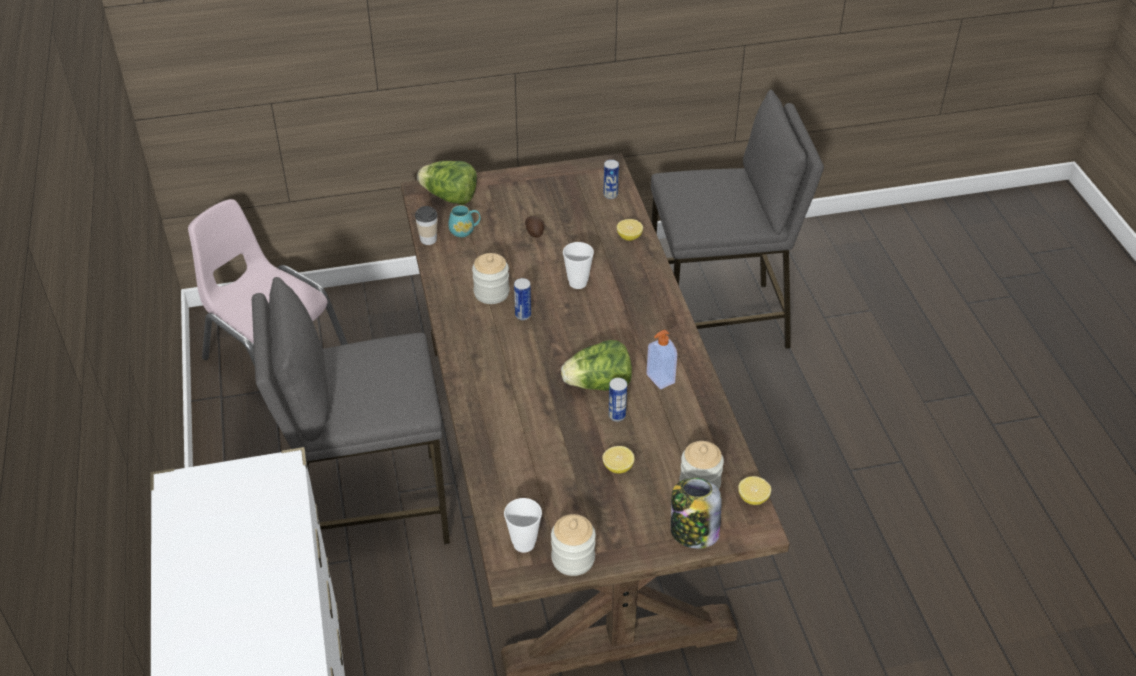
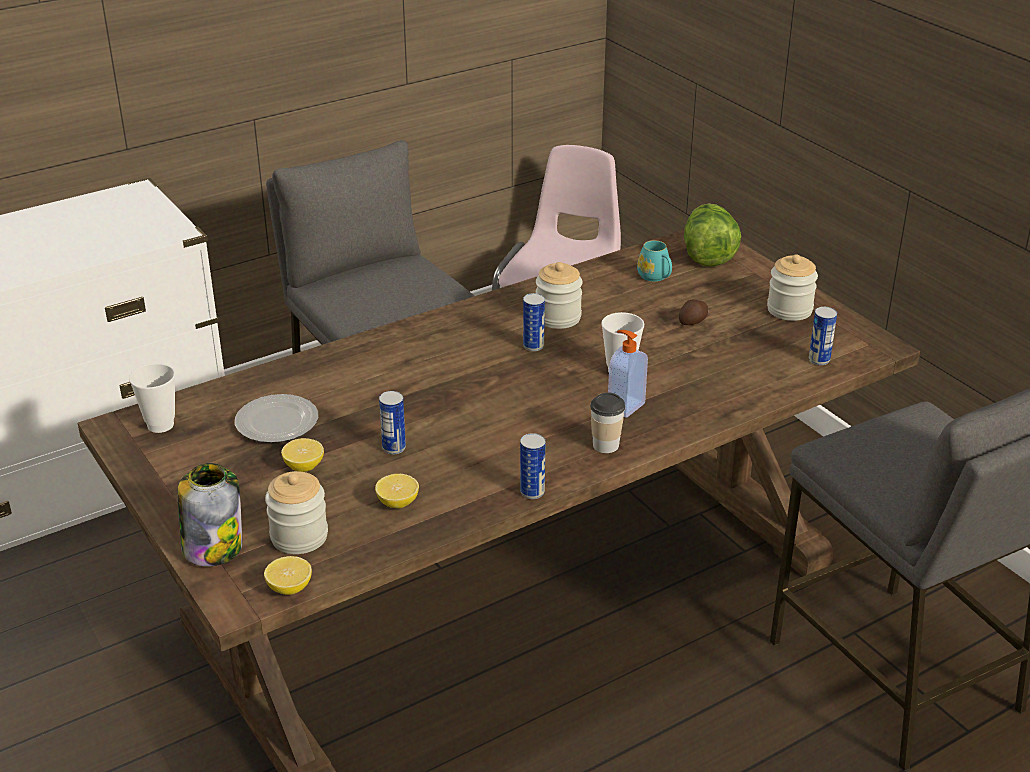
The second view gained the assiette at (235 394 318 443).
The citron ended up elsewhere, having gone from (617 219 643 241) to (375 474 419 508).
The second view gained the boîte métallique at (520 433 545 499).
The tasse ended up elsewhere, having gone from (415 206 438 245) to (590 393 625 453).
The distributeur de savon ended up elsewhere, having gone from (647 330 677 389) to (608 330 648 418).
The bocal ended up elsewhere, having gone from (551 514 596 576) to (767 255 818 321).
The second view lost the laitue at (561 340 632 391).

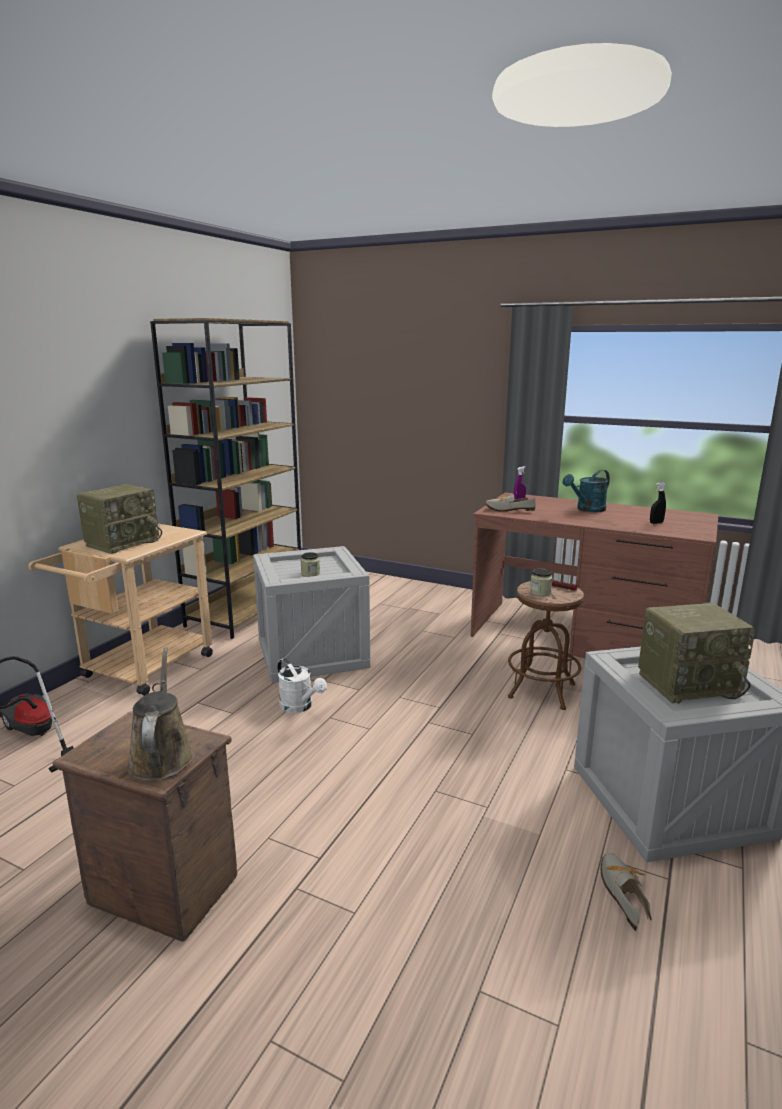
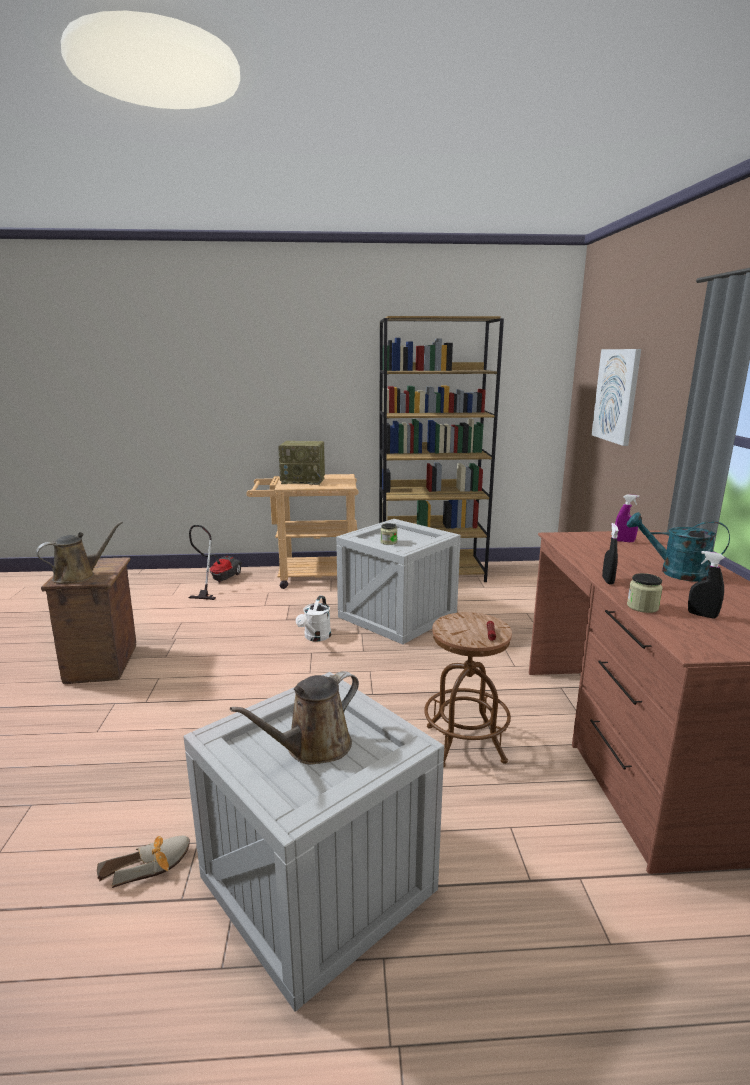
Where the radio stood at (638 603 756 704), the arrosoir (marron) came to stand at (230 671 359 765).
The second view gained the tableau at (591 349 641 446).
The second view gained the vaporisateur (noir) at (602 523 619 584).
The bocal ended up elsewhere, having gone from (530 569 553 596) to (627 573 663 613).
The second view lost the chaussure at (485 495 536 512).

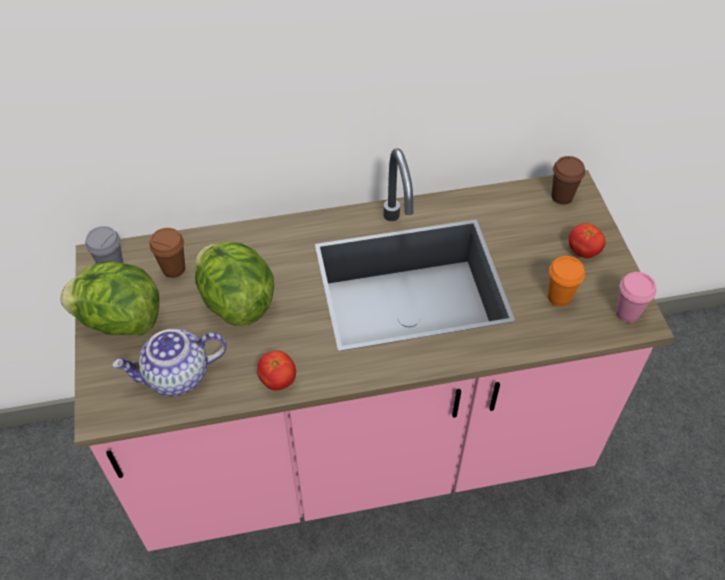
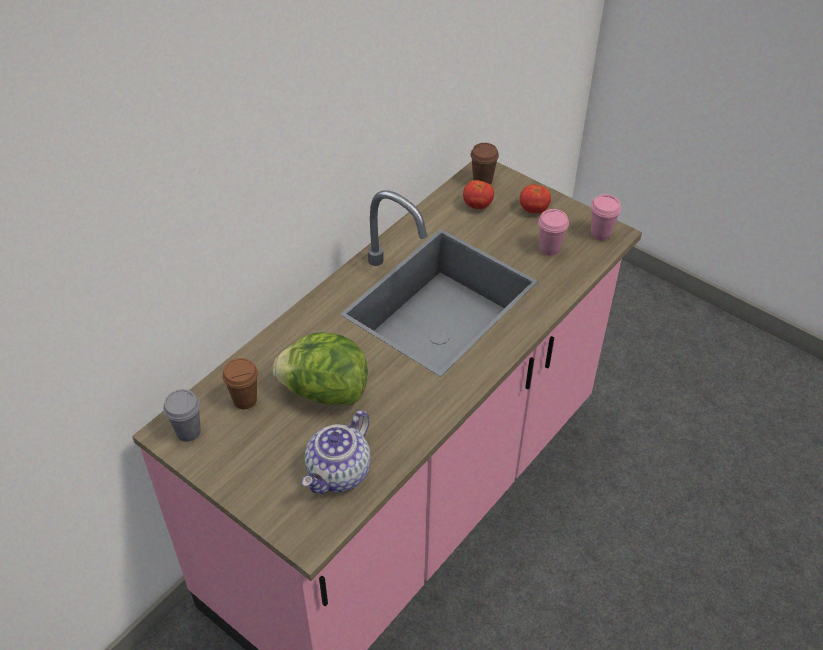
The tomate ended up elsewhere, having gone from (257 350 296 391) to (463 180 494 209).
What was the tasse (orange) at (548 256 585 307) turned into the tasse (rose) at (538 209 569 256).
The second view lost the laitue at (60 261 159 335).

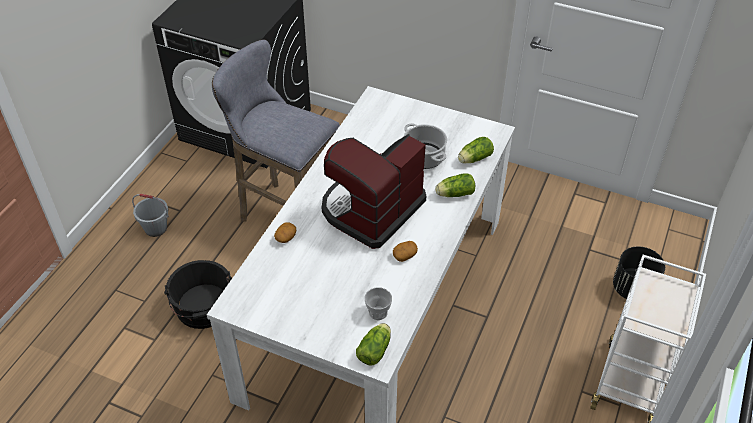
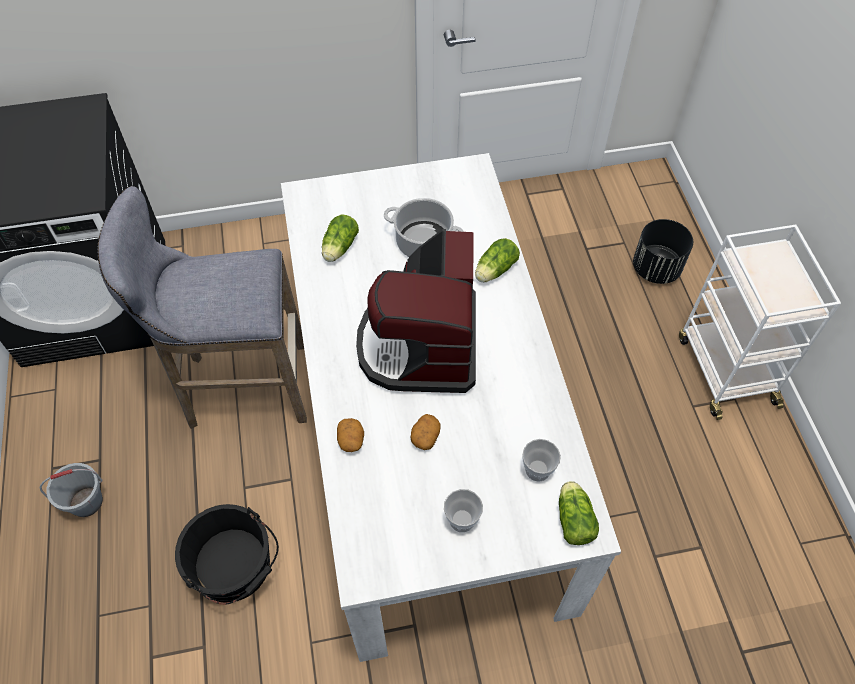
The laitue ended up elsewhere, having gone from (458 137 494 164) to (322 215 359 262).
The pomme de terre ended up elsewhere, having gone from (393 241 418 262) to (411 414 441 450).
The second view gained the tasse at (444 489 483 532).

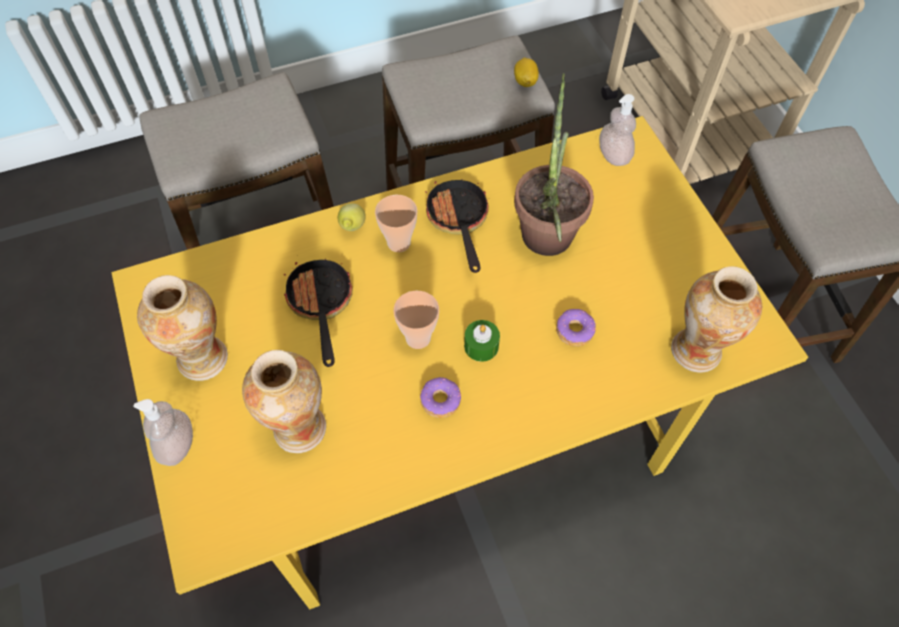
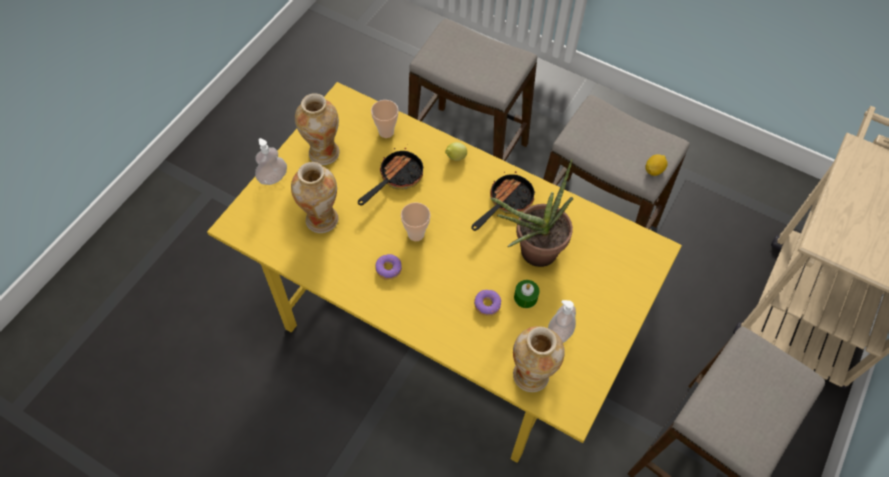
The tasse ended up elsewhere, having gone from (375 194 418 252) to (371 100 398 138).
The bougie (vert) ended up elsewhere, having gone from (464 320 500 362) to (514 280 539 308).
The distributeur de savon ended up elsewhere, having gone from (599 94 636 166) to (548 300 576 343).

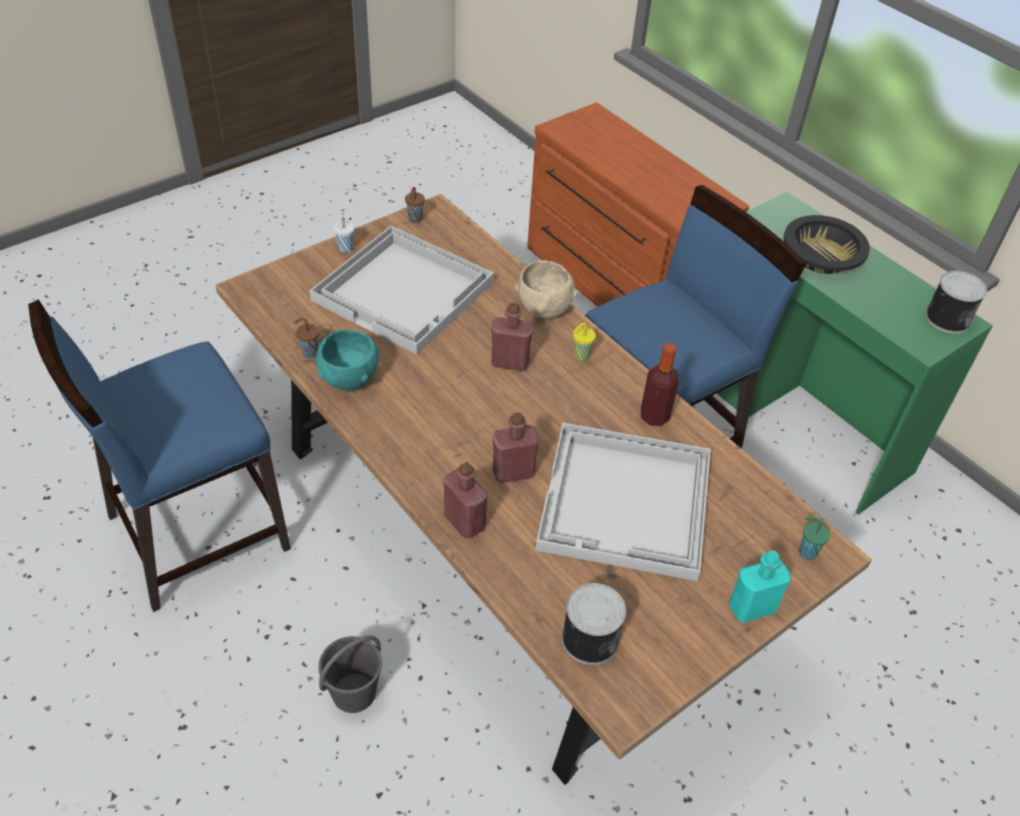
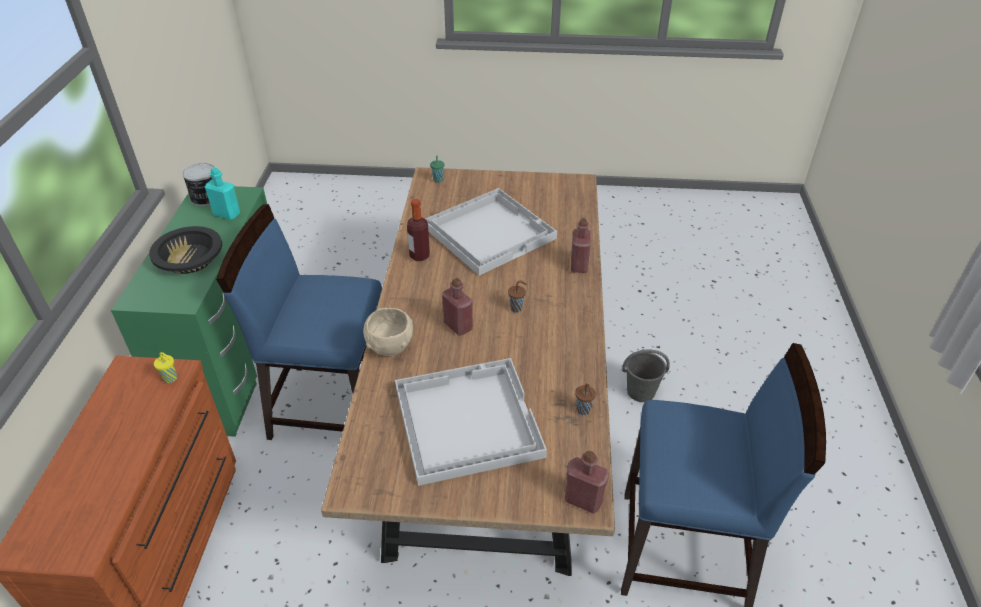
The tasse (jaune) ended up elsewhere, having gone from (573 323 596 361) to (154 352 177 383).
The bouteille (turquoise) ended up elsewhere, having gone from (729 550 791 623) to (205 167 240 220).
The tasse (marron) ended up elsewhere, having gone from (405 187 425 223) to (508 281 527 312).
The bouteille (rouge) ended up elsewhere, having gone from (492 412 539 483) to (565 451 609 514).
The second view lost the bol (turquoise) at (316 329 379 391).
The second view lost the tasse (blanc) at (334 216 355 253).
The second view lost the boîte métallique at (562 583 626 665).

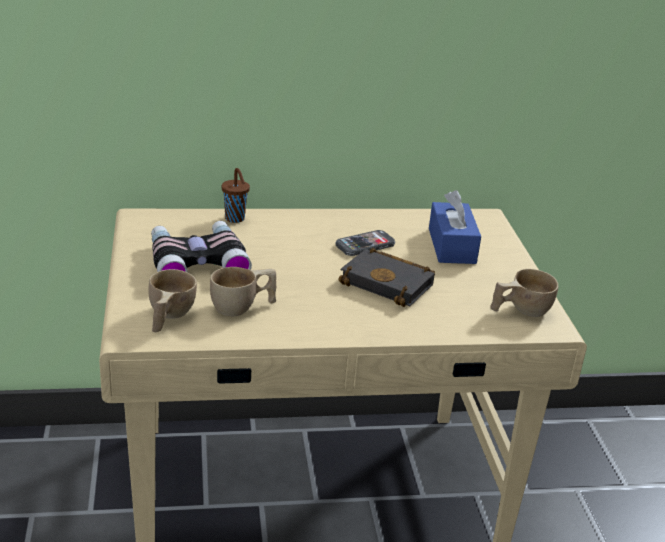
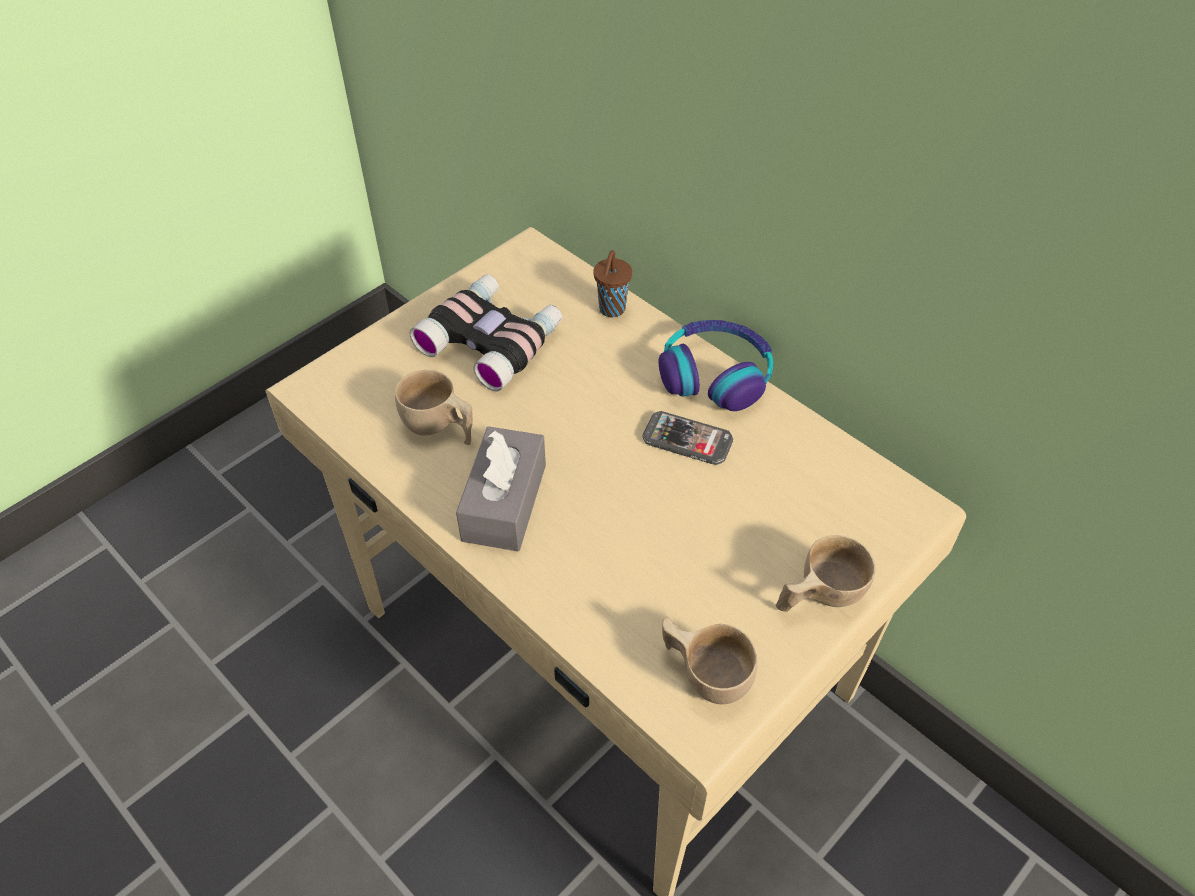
The second view gained the boîte à mouchoirs (gris) at (456 426 546 551).
The second view gained the casque audio at (658 320 773 411).
The tasse (beige) ended up elsewhere, having gone from (149 269 197 332) to (775 535 876 612).
The second view lost the livre (noir) at (338 248 435 307).
The second view lost the boîte à mouchoirs (bleu) at (429 190 481 264).

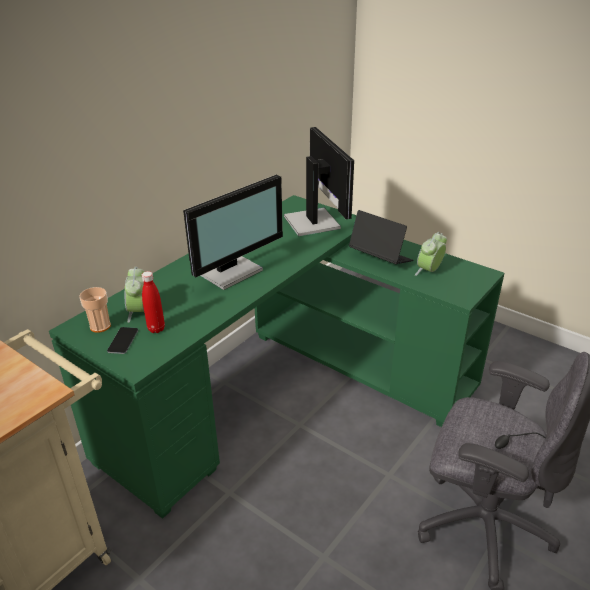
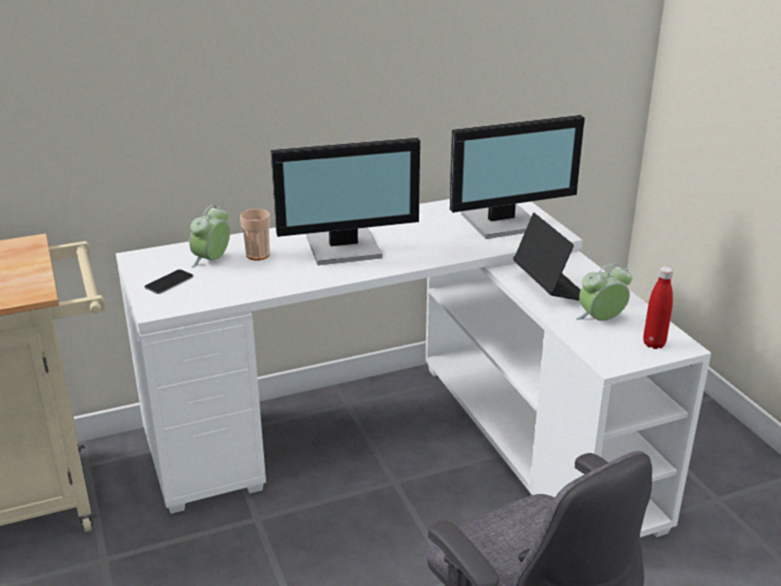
What was the bureau (vert) at (49 195 505 519) turned into the bureau (blanc) at (116 199 711 537).
The tasse ended up elsewhere, having gone from (79 287 111 333) to (240 209 270 261).
The écran d'ordinateur at (284 127 354 236) ended up facing another way, 60 degrees clockwise from before.
The bouteille (rouge) ended up elsewhere, having gone from (142 271 165 333) to (643 266 673 349).

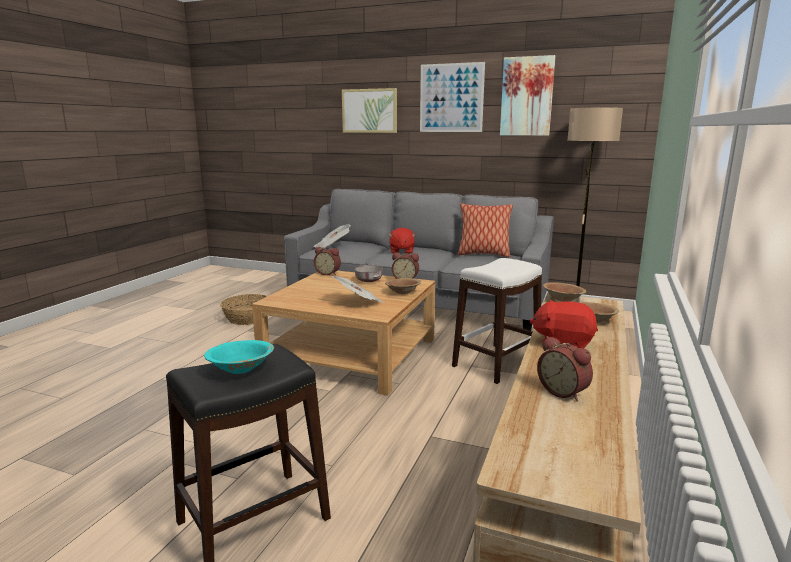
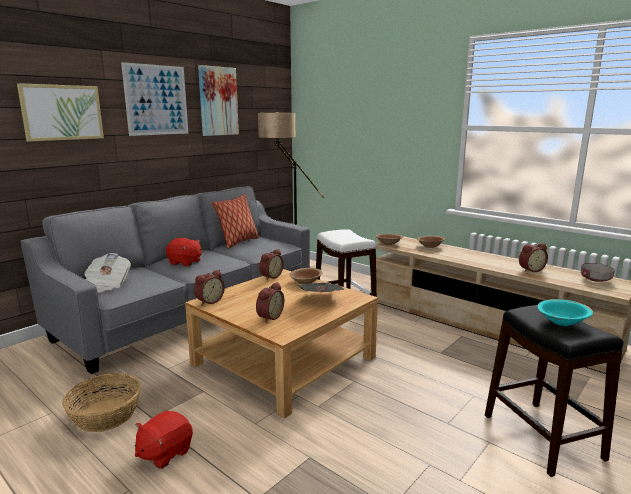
The peluche (rouge) ended up elsewhere, having gone from (529 300 598 348) to (135 411 193 469).
The second view gained the réveil at (256 282 284 323).
The bol (gris) ended up elsewhere, having gone from (355 265 383 282) to (581 263 615 282).

